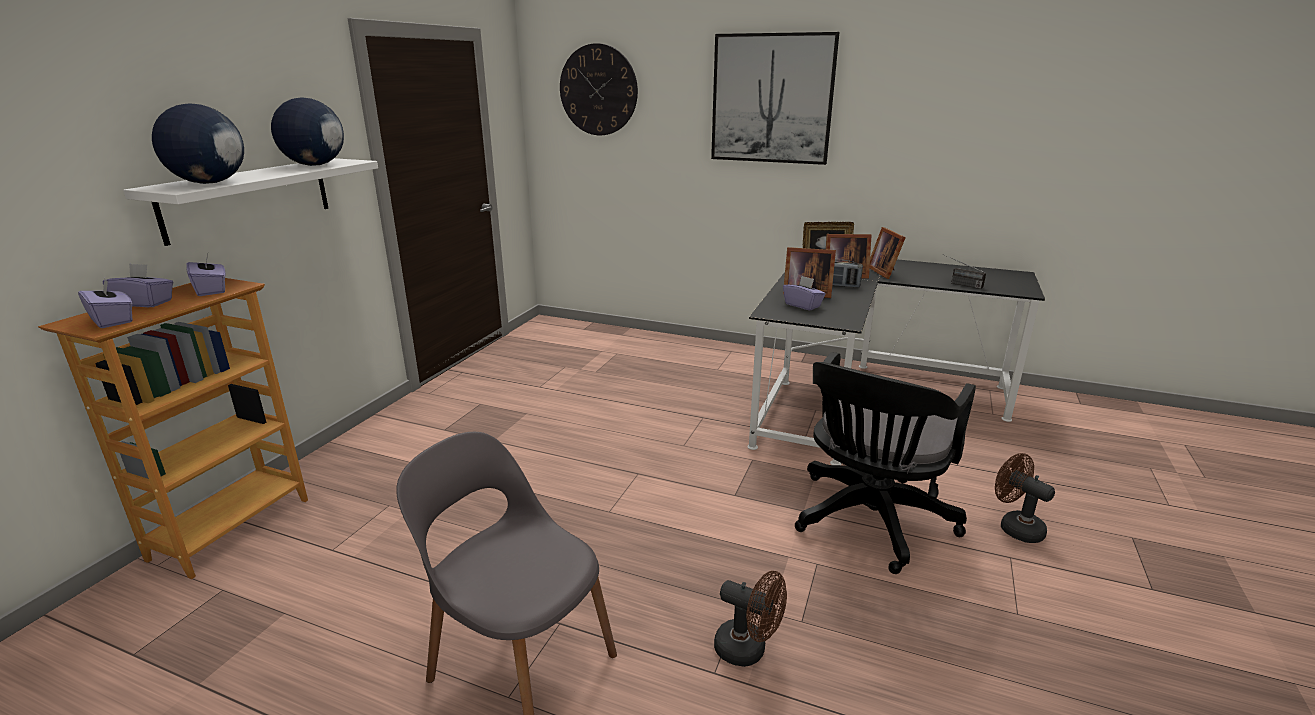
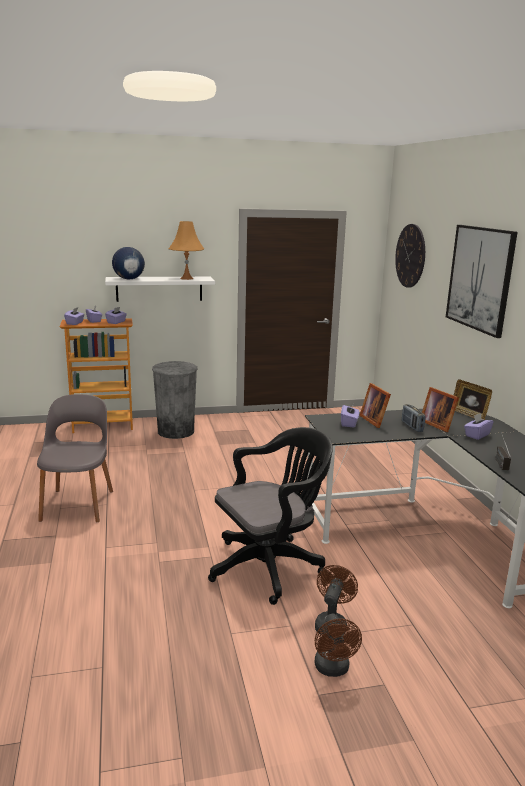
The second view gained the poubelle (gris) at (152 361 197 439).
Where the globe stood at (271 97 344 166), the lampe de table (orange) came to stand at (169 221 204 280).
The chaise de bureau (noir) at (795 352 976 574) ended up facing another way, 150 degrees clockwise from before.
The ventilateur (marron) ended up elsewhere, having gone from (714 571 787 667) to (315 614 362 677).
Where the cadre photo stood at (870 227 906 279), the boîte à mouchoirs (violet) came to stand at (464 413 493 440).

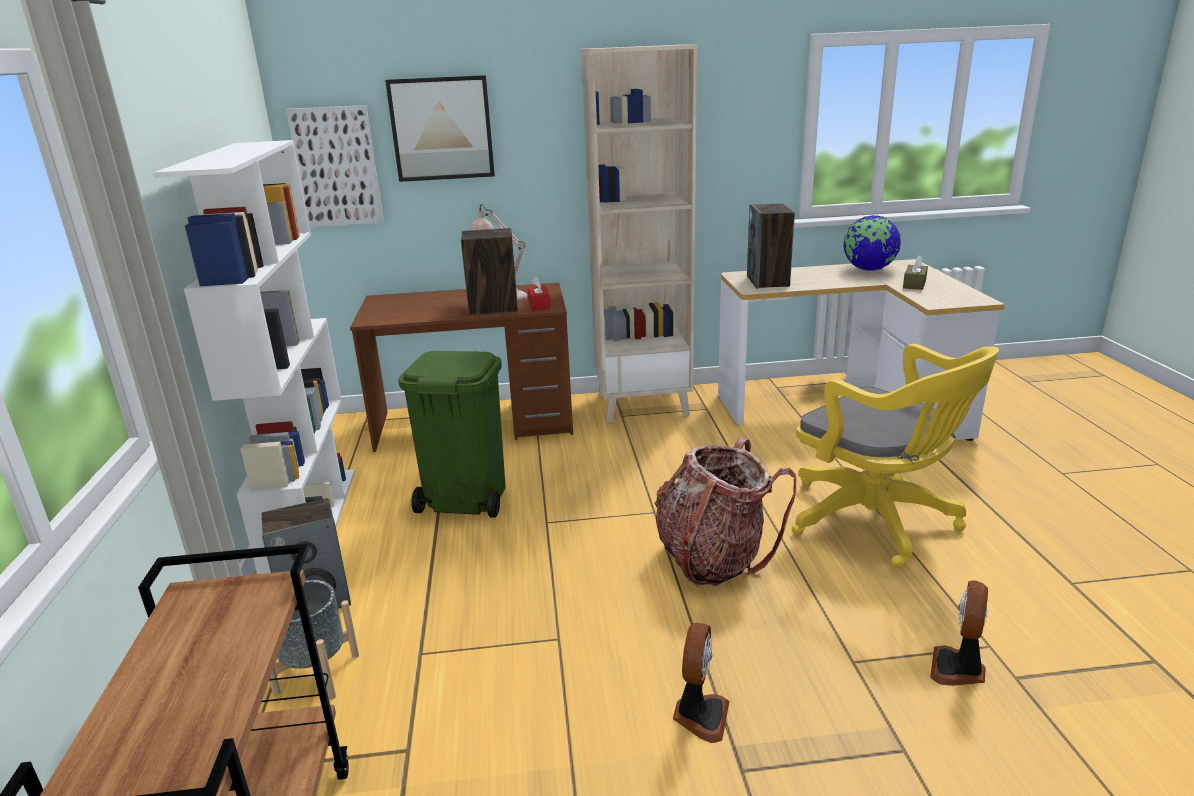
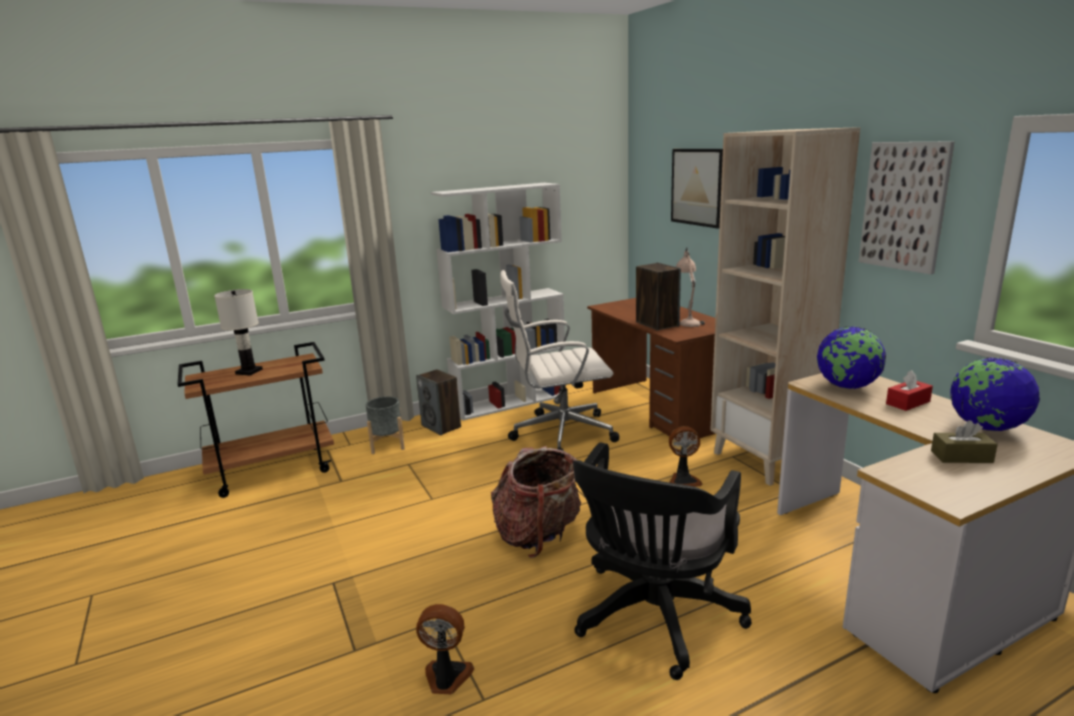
The second view gained the lampe de table (blanc) at (214 289 263 376).
Where the poubelle (vert) stood at (398 351 505 518), the chaise de bureau (blanc) came to stand at (500 270 619 451).
What was the chaise de bureau (jaune) at (792 344 999 568) turned into the chaise de bureau (noir) at (573 442 752 680).
The ventilateur ended up elsewhere, having gone from (673 623 729 743) to (669 426 702 487).
Where the enceinte stood at (747 203 795 289), the globe came to stand at (817 327 886 389).
The tableau ended up elsewhere, having gone from (286 105 384 227) to (859 141 954 275).
The boîte à mouchoirs (rouge) ended up elsewhere, having gone from (528 276 550 311) to (886 370 933 411).

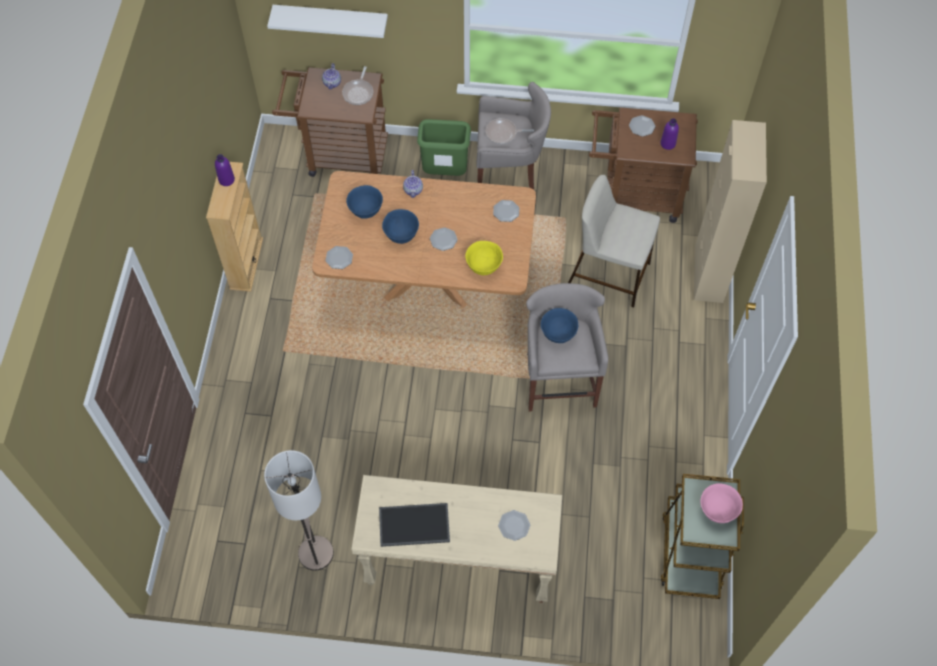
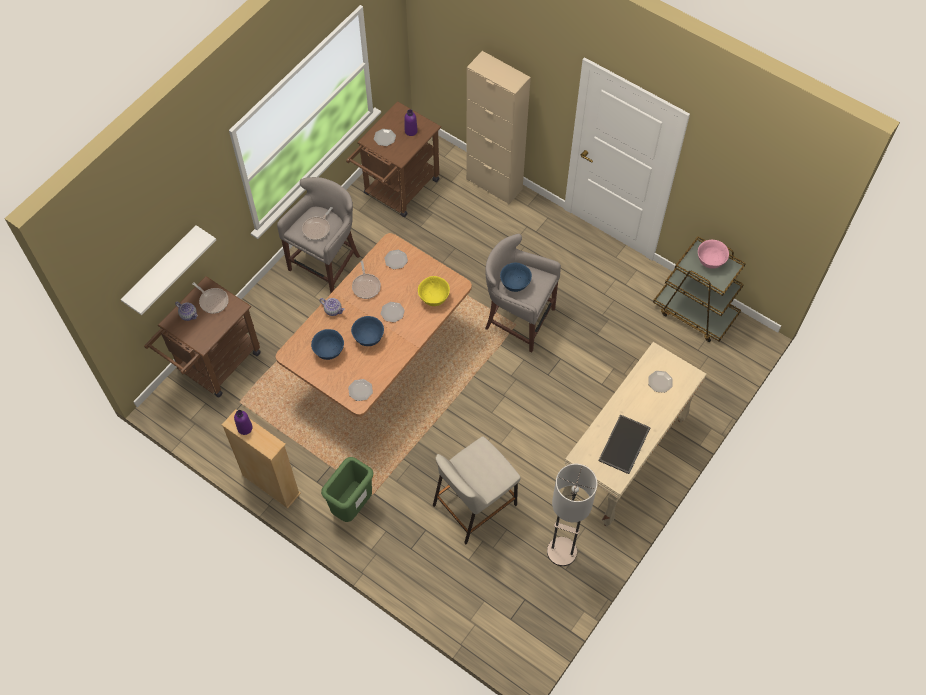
The poubelle (vert) ended up elsewhere, having gone from (417 119 471 176) to (321 457 373 522).
The second view gained the poêle at (352 261 381 299).
The tabouret (beige) ended up elsewhere, having gone from (568 175 660 307) to (433 436 521 544).

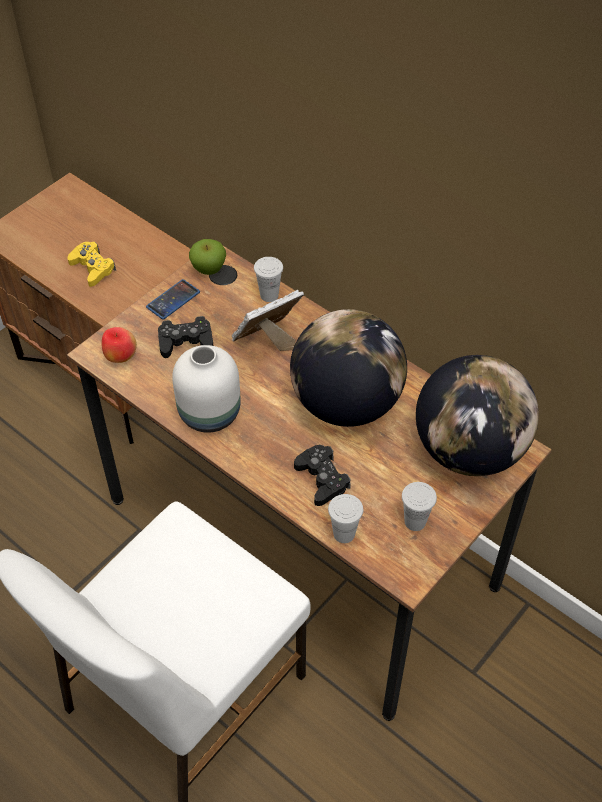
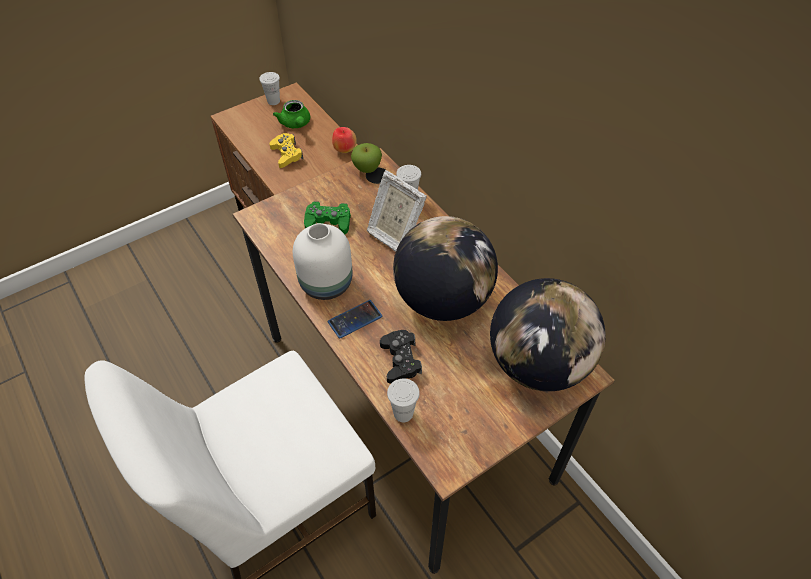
The tasse (blanc) ended up elsewhere, having gone from (402 482 437 531) to (259 72 280 105).
The second view gained the théière (vert) at (273 100 310 128).
What was the manette (noir) at (158 316 213 358) turned into the manette (vert) at (304 201 351 234).
The téléphone ended up elsewhere, having gone from (146 279 200 320) to (328 300 382 339).
The pomme ended up elsewhere, having gone from (101 327 137 363) to (332 127 357 153).
The cadre photo at (232 290 304 351) ended up facing another way, 120 degrees counterclockwise from before.

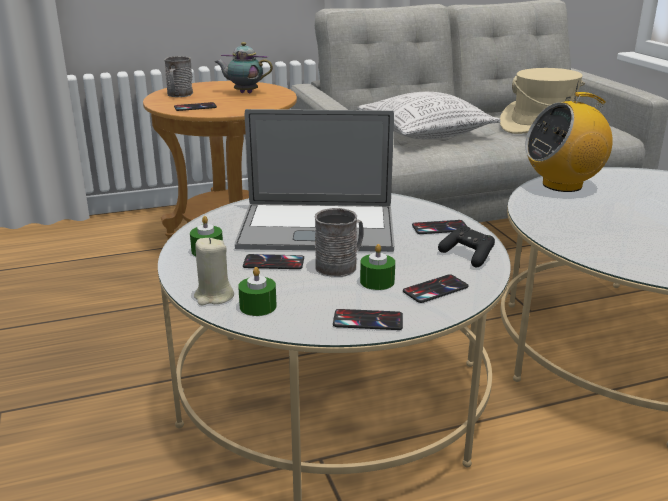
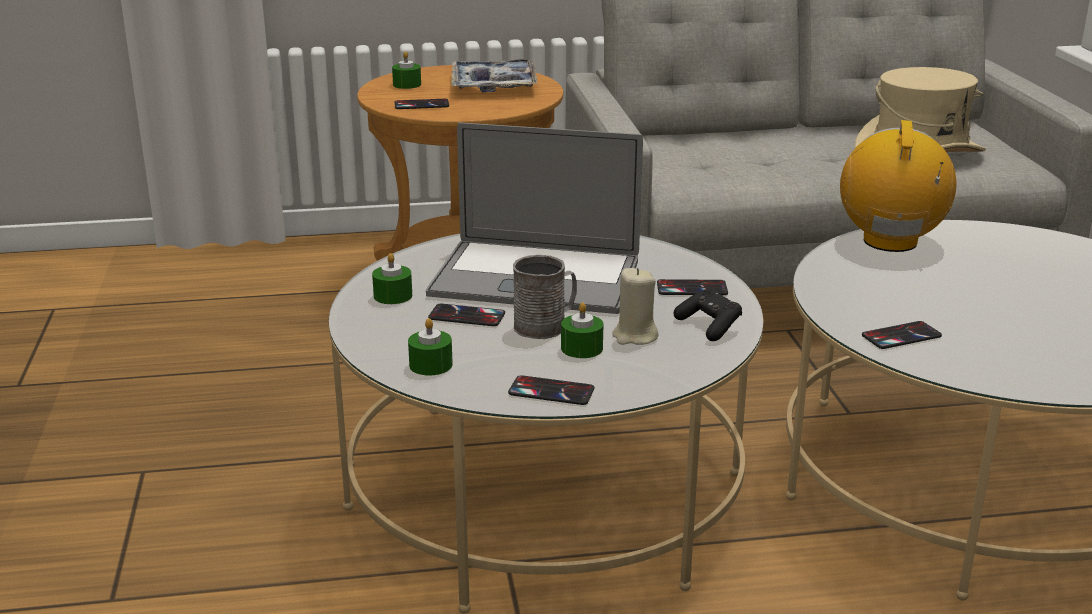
Where the mug (gris) stood at (164 56 193 97), the bougie (vert) came to stand at (392 51 421 89).
Where the théière stood at (215 42 273 93), the plateau came to stand at (451 59 538 93).
The bougie (beige) ended up elsewhere, having gone from (194 237 234 305) to (612 268 659 345).
The radio at (525 92 613 192) ended up facing another way, 105 degrees clockwise from before.
The téléphone ended up elsewhere, having gone from (403 274 469 303) to (862 321 942 349).
The second view lost the coussin at (357 92 501 139).

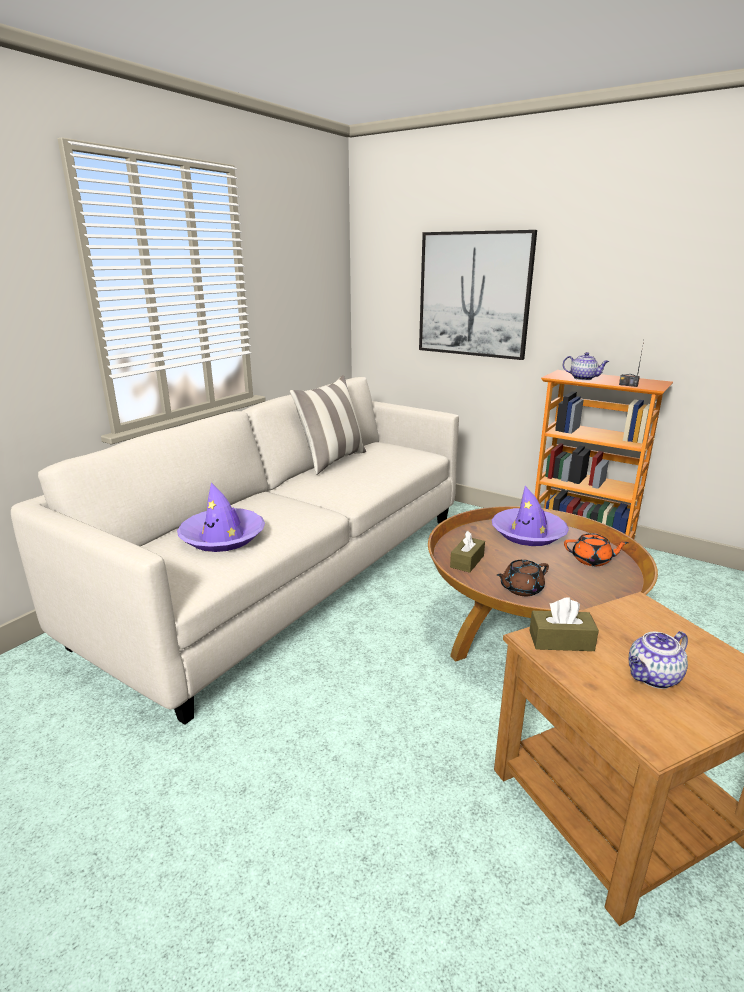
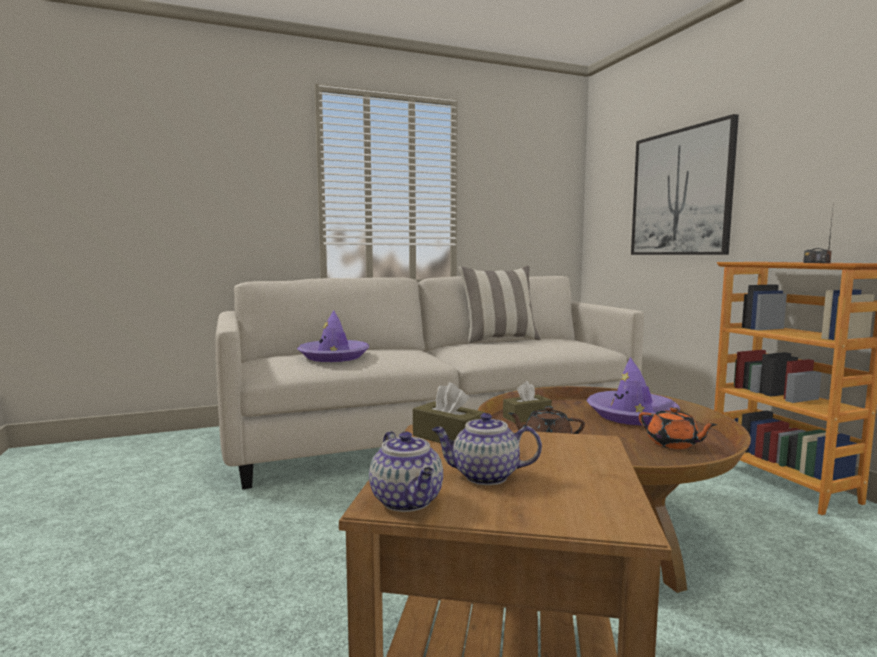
The théière ended up elsewhere, having gone from (563 352 609 380) to (369 431 443 512).

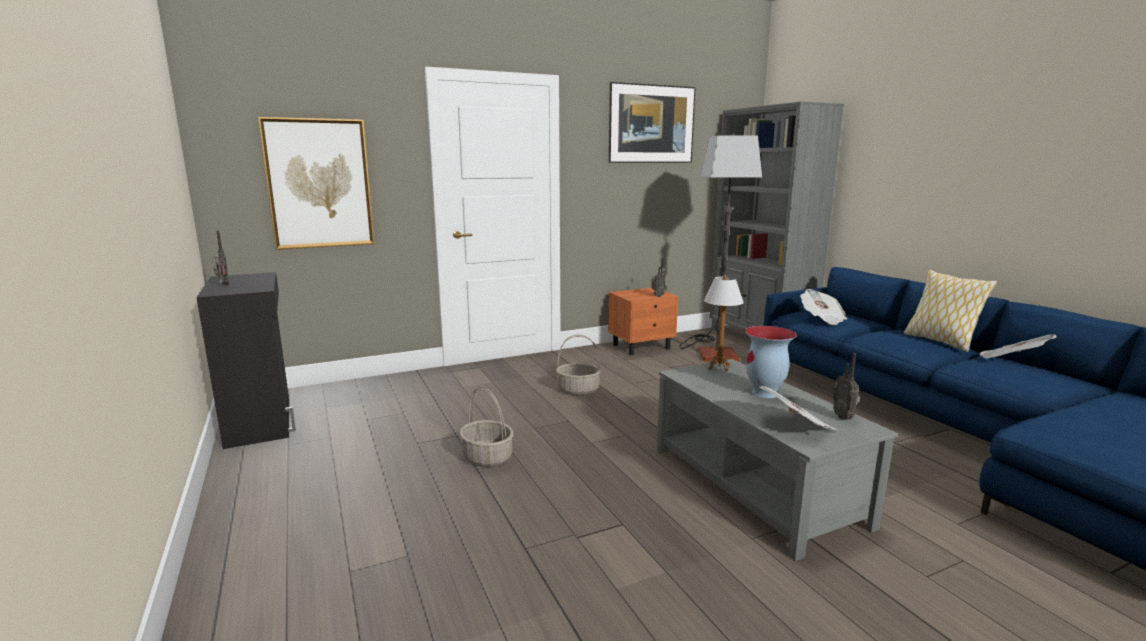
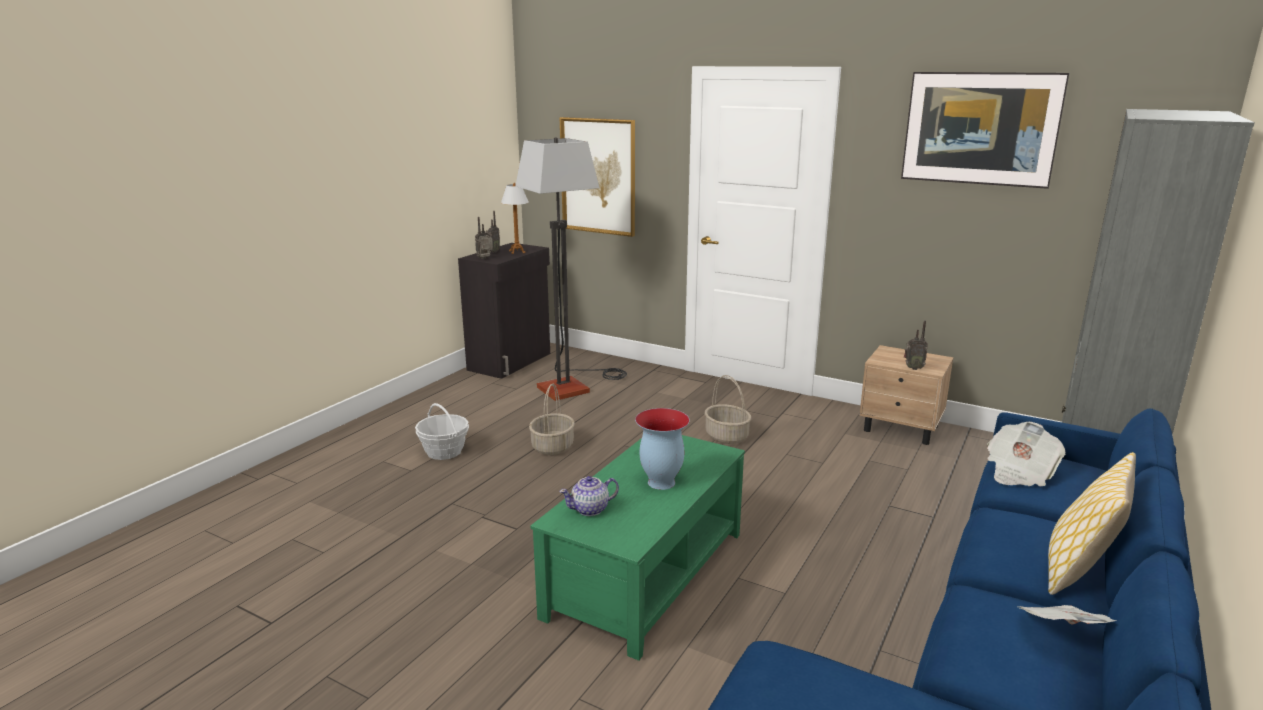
The second view gained the panier at (415 403 469 460).
The radio ended up elsewhere, having gone from (833 353 860 420) to (475 217 493 259).
The lampe de table ended up elsewhere, having gone from (704 275 744 371) to (501 183 529 254).
The lampadaire ended up elsewhere, having gone from (679 133 762 362) to (515 137 627 401).
What was the table basse (gris) at (657 359 898 561) turned into the table basse (vert) at (531 435 745 661).
Where the journal stood at (759 386 838 430), the théière came to stand at (559 476 619 516).
What was the table de chevet (orange) at (608 288 678 355) turned into the table de chevet (beige) at (859 345 954 445).

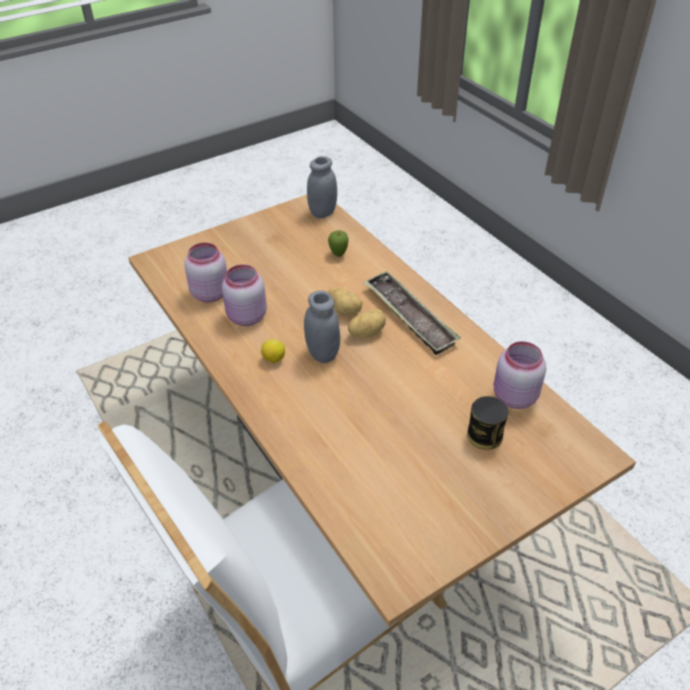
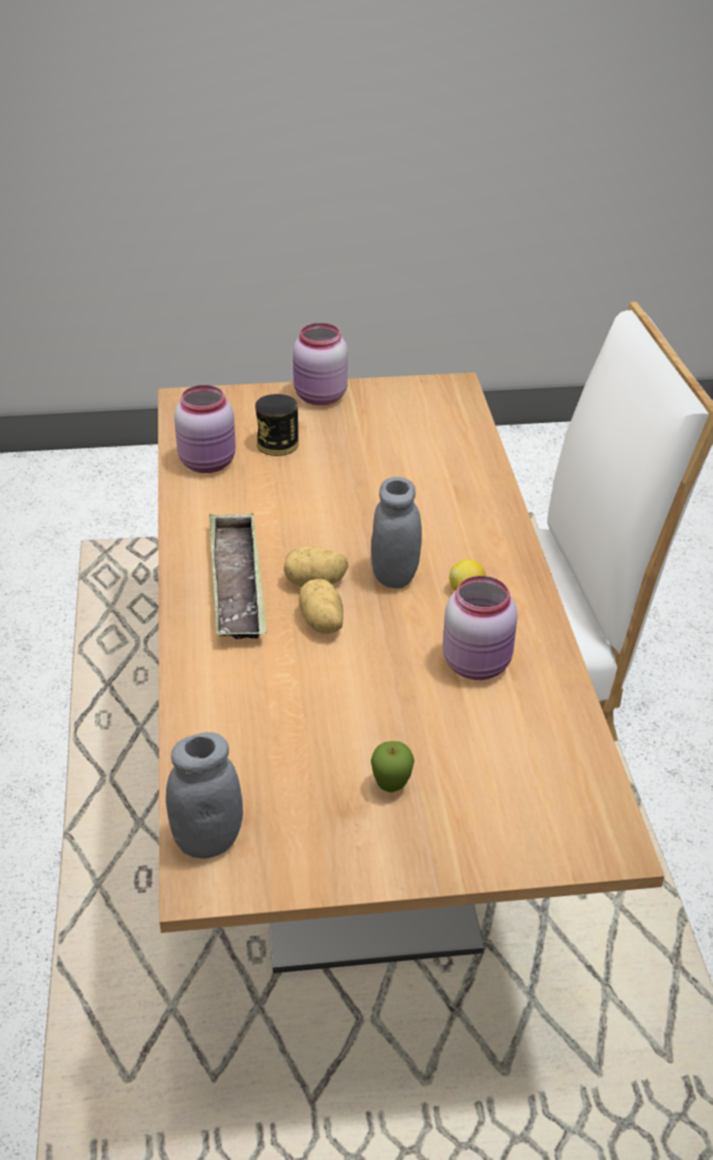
The bocal (rose) ended up elsewhere, having gone from (184 243 227 302) to (293 323 348 405).
The pomme ended up elsewhere, having gone from (328 230 349 257) to (371 741 414 792).

